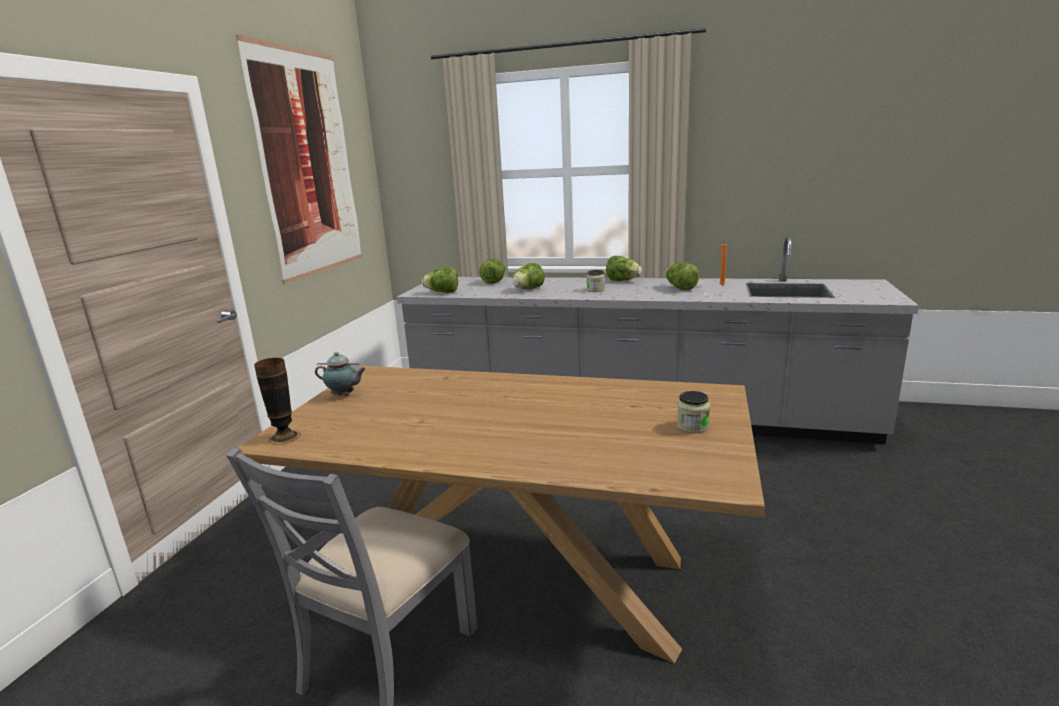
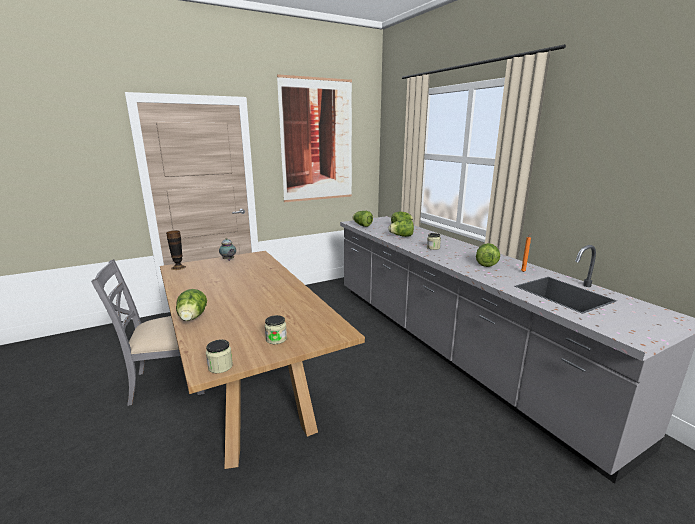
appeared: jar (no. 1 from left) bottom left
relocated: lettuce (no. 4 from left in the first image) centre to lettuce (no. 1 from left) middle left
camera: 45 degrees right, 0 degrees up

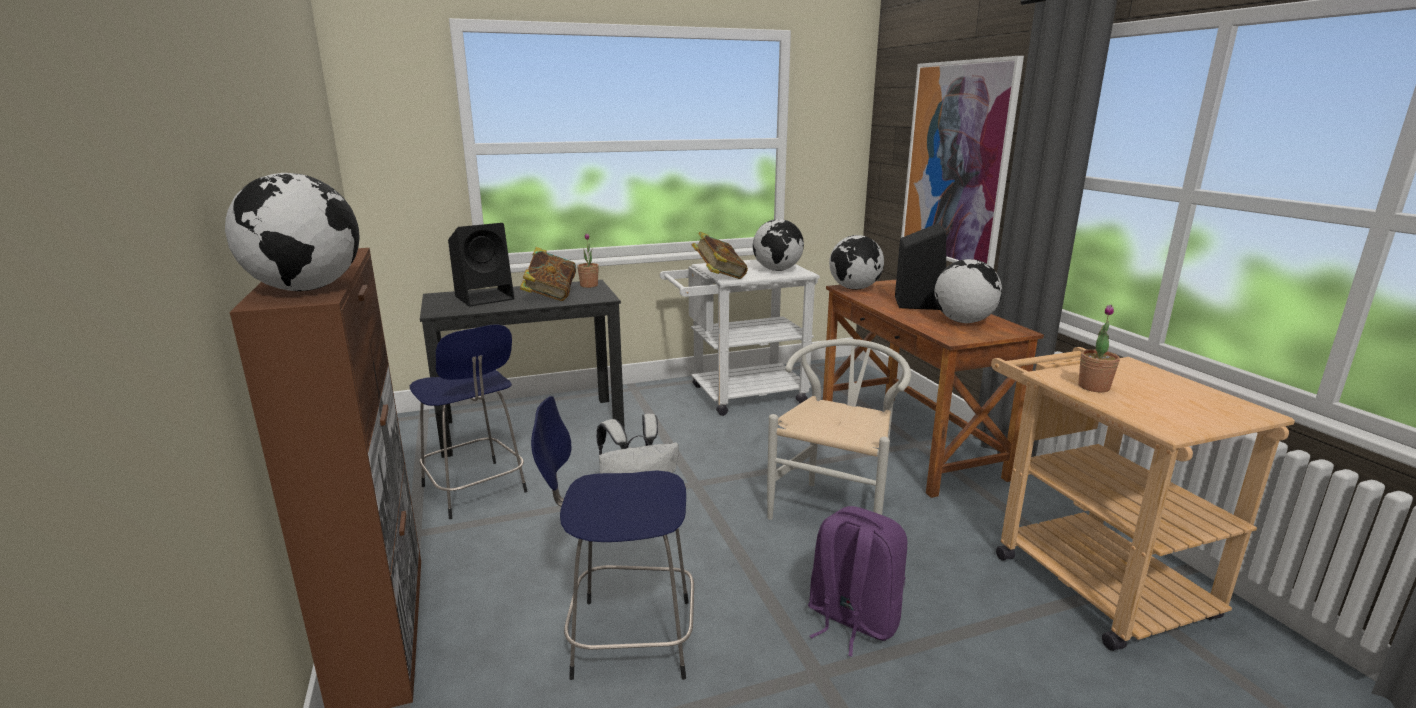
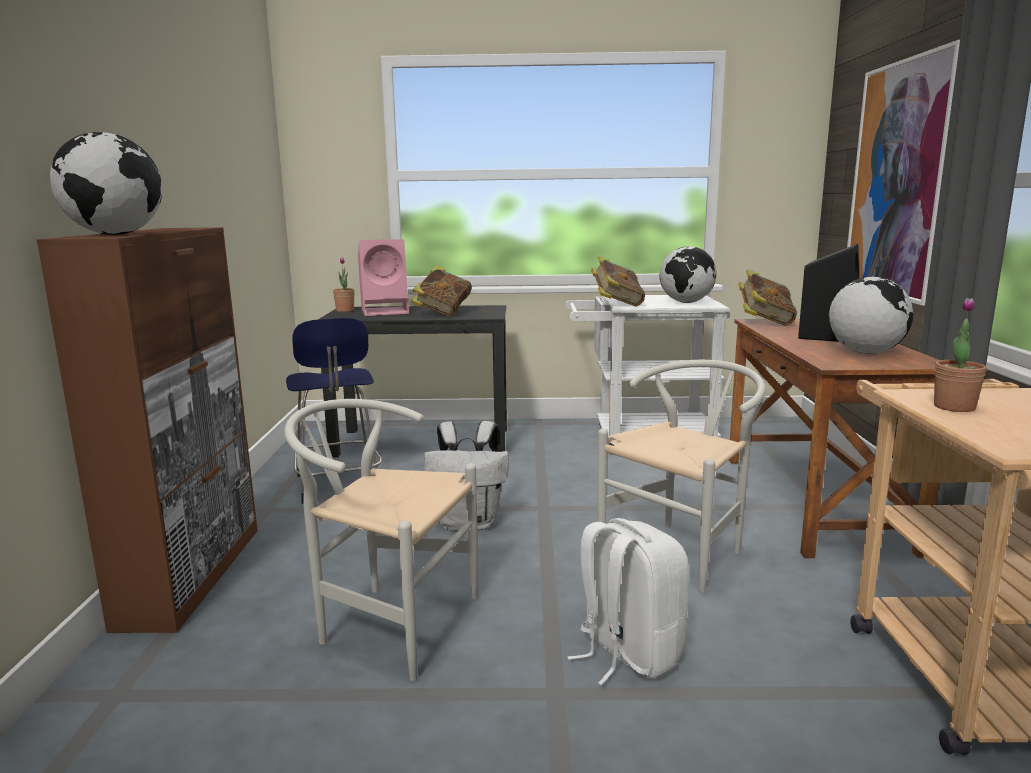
relocated: potted plant (no. 1 from left) centre to middle left
exchanged: stool (blue) (no. 2 from left) bottom centre to chair (white) (no. 1 from left) bottom centre; globe (no. 3 from left) centre to book (no. 3 from left) middle right
colour: speaker (black) (no. 1 from left) centre to speaker (pink) centre; backpack (purple) bottom centre to backpack (white) (no. 2 from left) bottom centre
camera: 20 degrees right, 5 degrees down

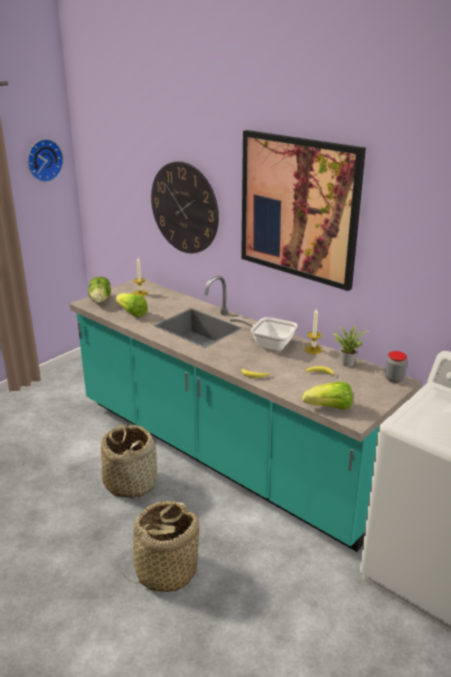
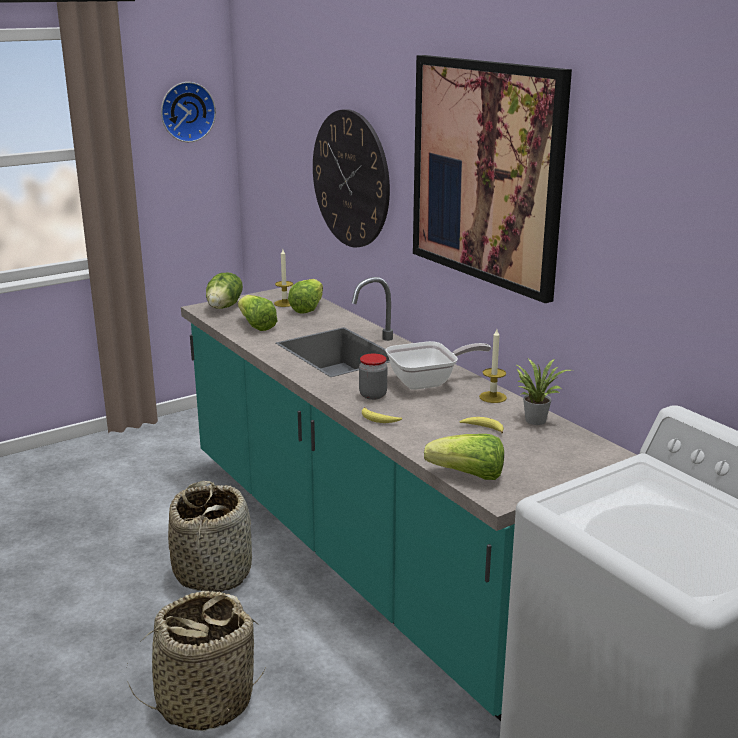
appeared: lettuce (no. 3 from left) centre
relocated: jar middle right to centre
spun: frying pan centre = centre 120 degrees clockwise
camera: 15 degrees right, 5 degrees down

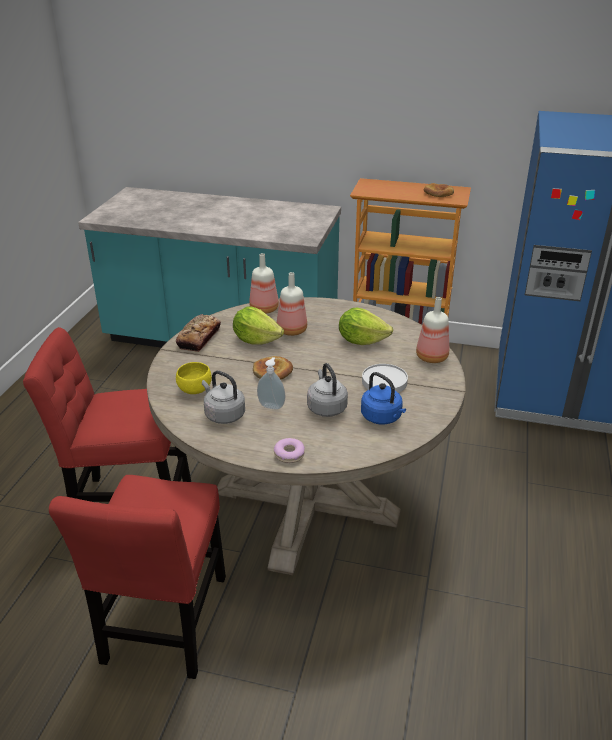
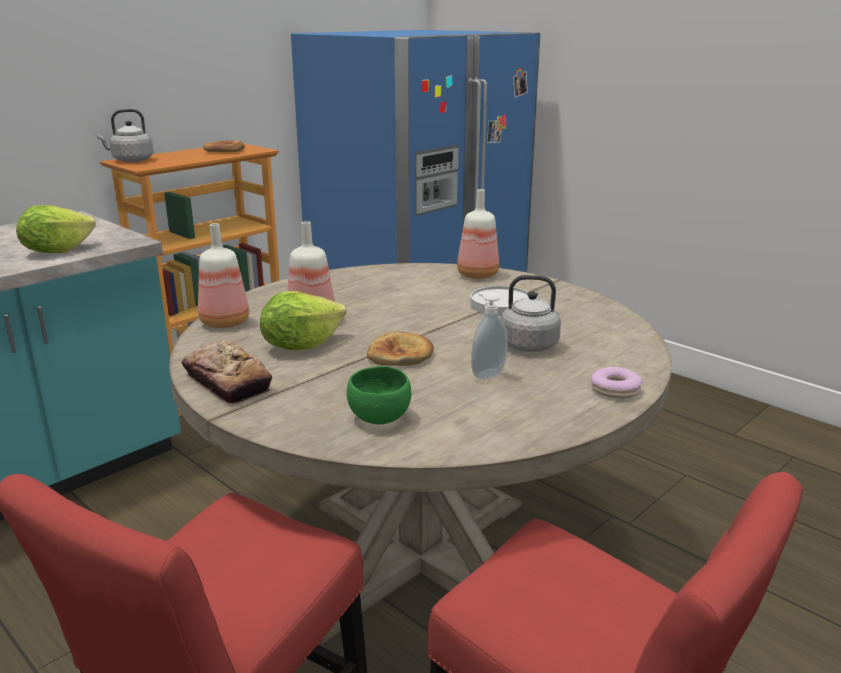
missing: kettle (blue) centre
relocated: kettle (grey) (no. 1 from left) centre to top left; lettuce (no. 2 from left in the first image) centre to lettuce (no. 1 from left) middle left
colour: bowl (yellow) middle left to bowl (green) centre
camera: 60 degrees left, 10 degrees down

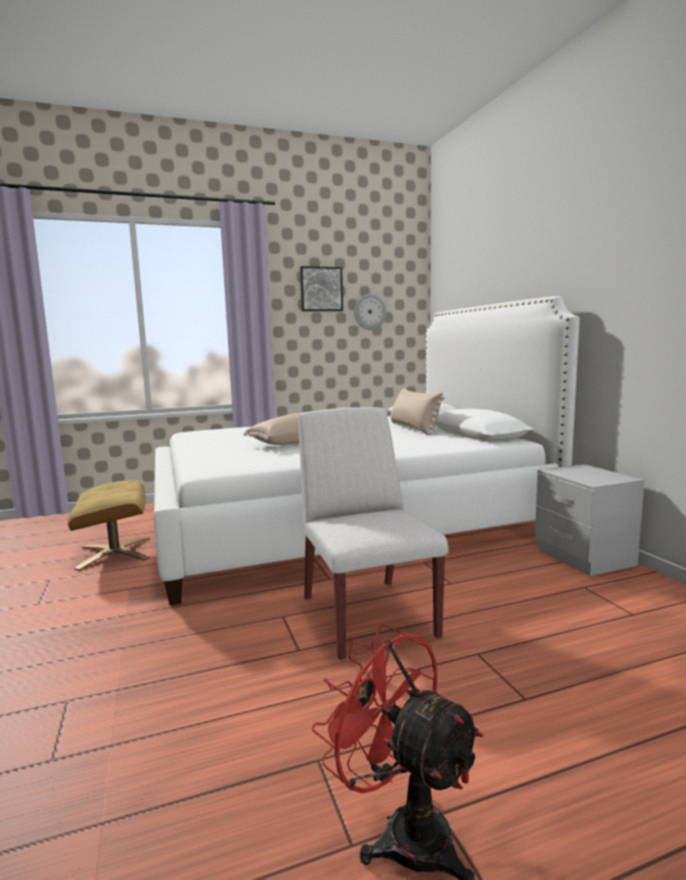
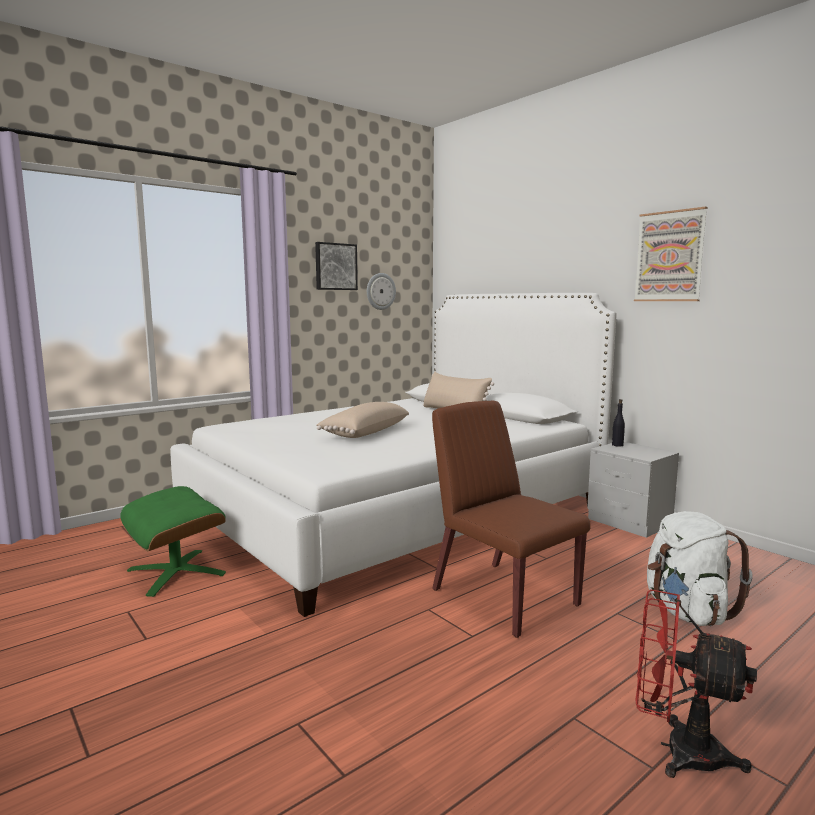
appeared: bottle (black) middle right; picture (no. 2 from left) top right; backpack (white) bottom right
colour: ottoman (beige) middle left to ottoman (green) middle left; chair (white) centre to chair (brown) centre
camera: 20 degrees left, 0 degrees up

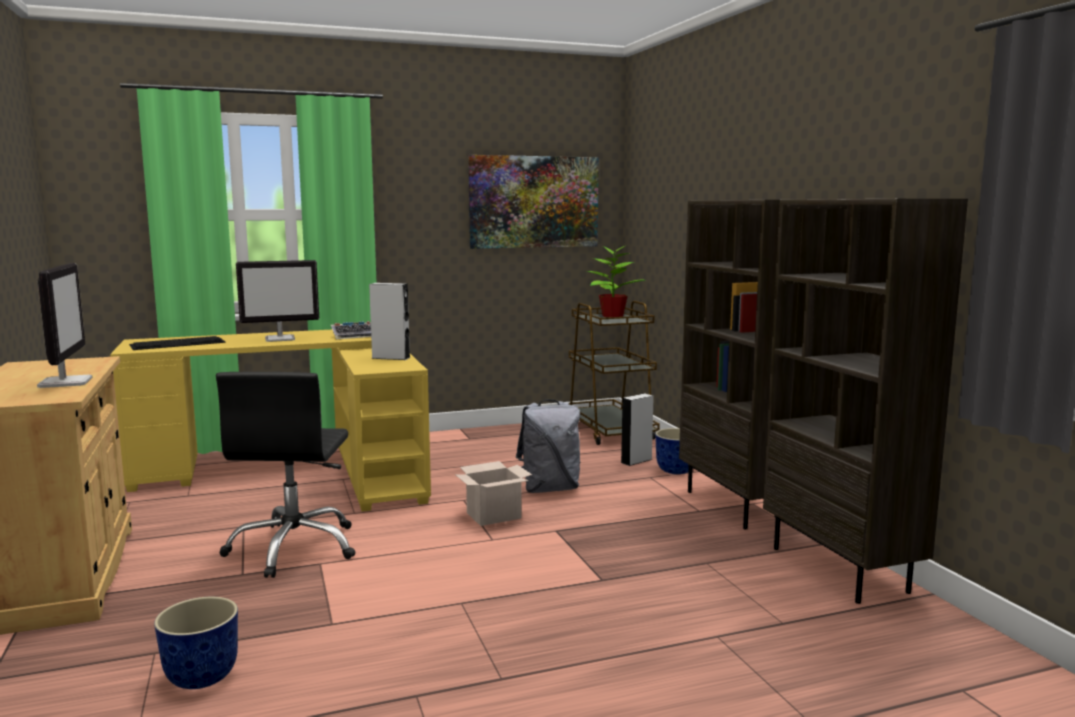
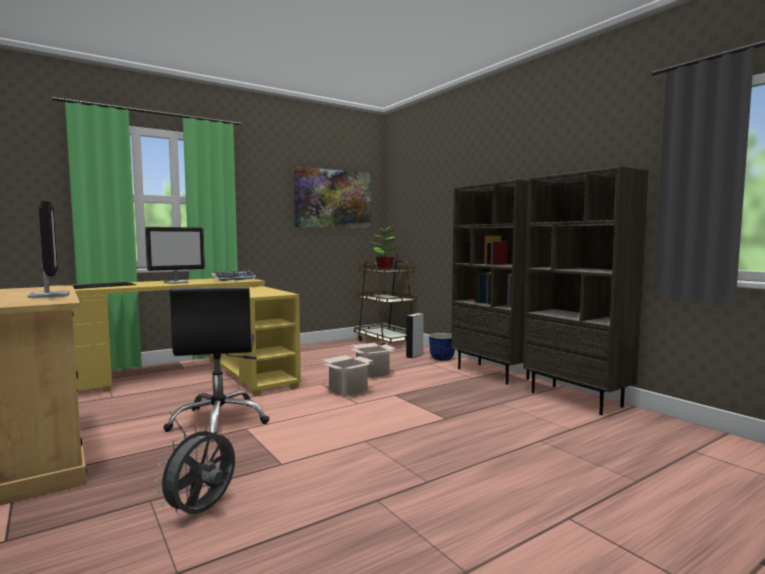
missing: speaker (grey) (no. 1 from left) centre
exchanged: planter (no. 1 from left) bottom left to fan (grey) bottom left; backpack (grey) centre to cardboard box (no. 2 from left) centre
camera: 15 degrees left, 5 degrees down

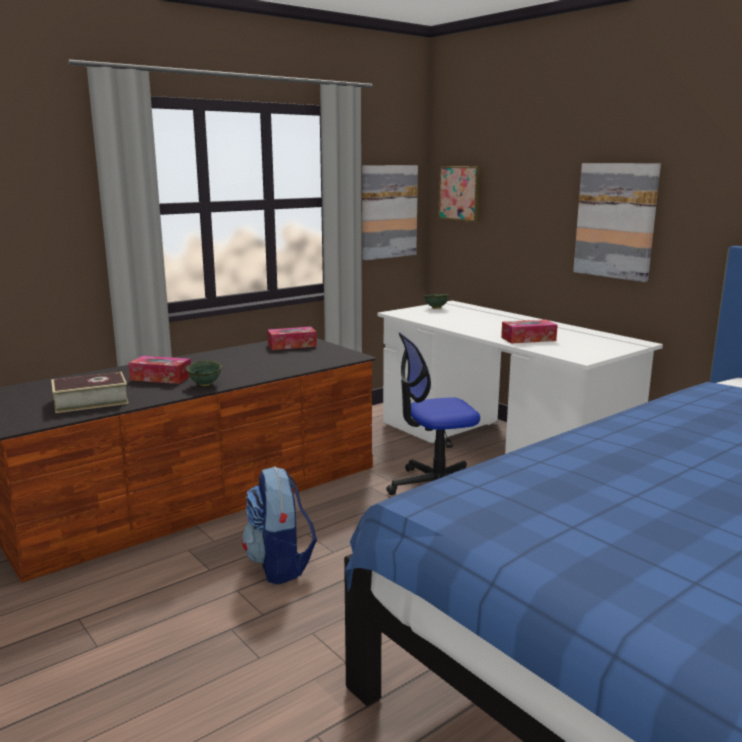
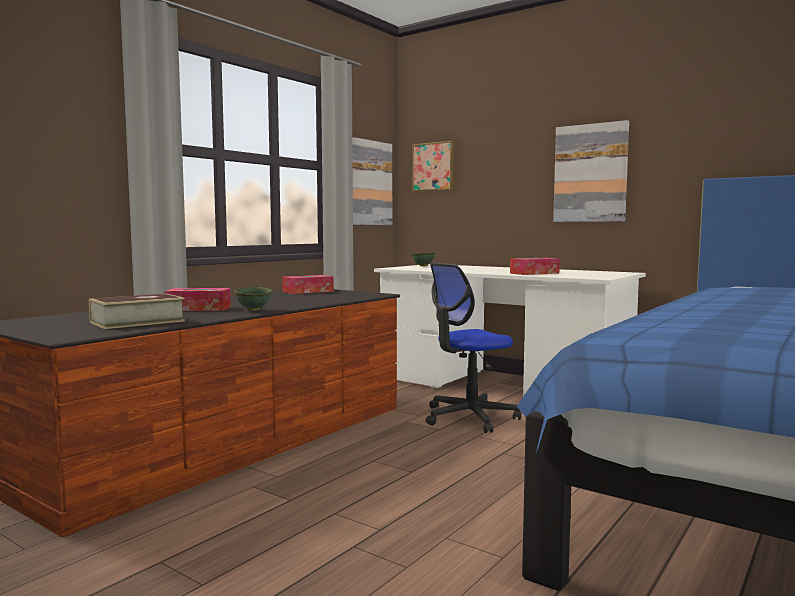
missing: backpack bottom centre
camera: 15 degrees left, 10 degrees down

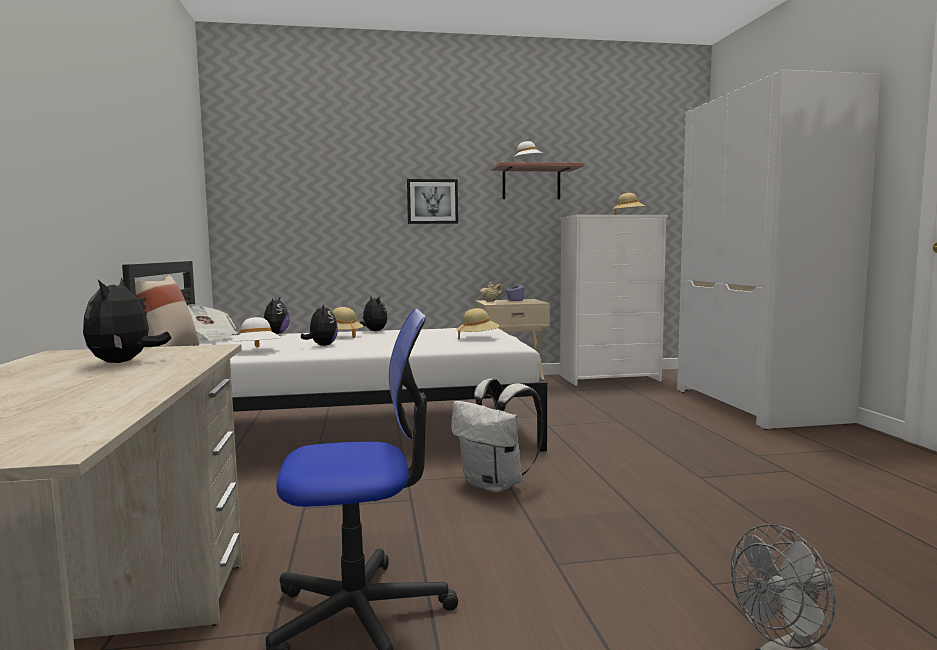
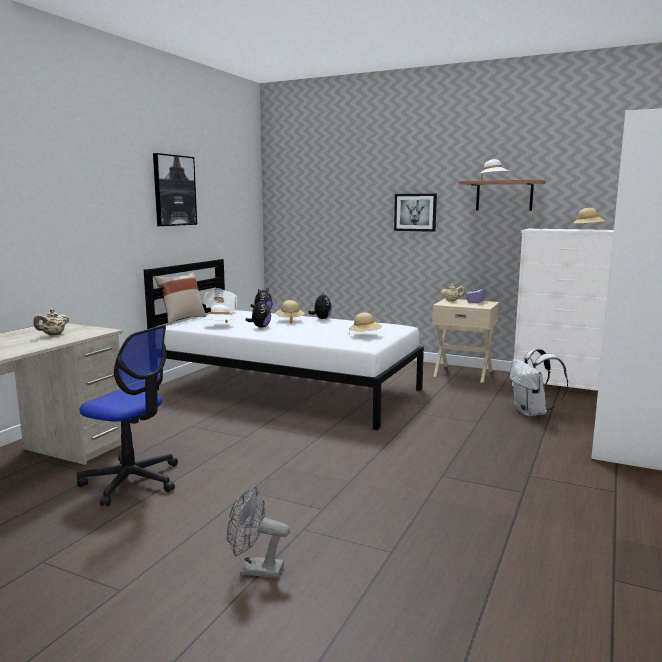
appeared: picture (no. 1 from left) top left
relocated: backpack (white) bottom centre to middle right
exchanged: plush toy (no. 1 from left) middle left to teapot (beige) (no. 1 from left) middle left
camera: 35 degrees right, 5 degrees up

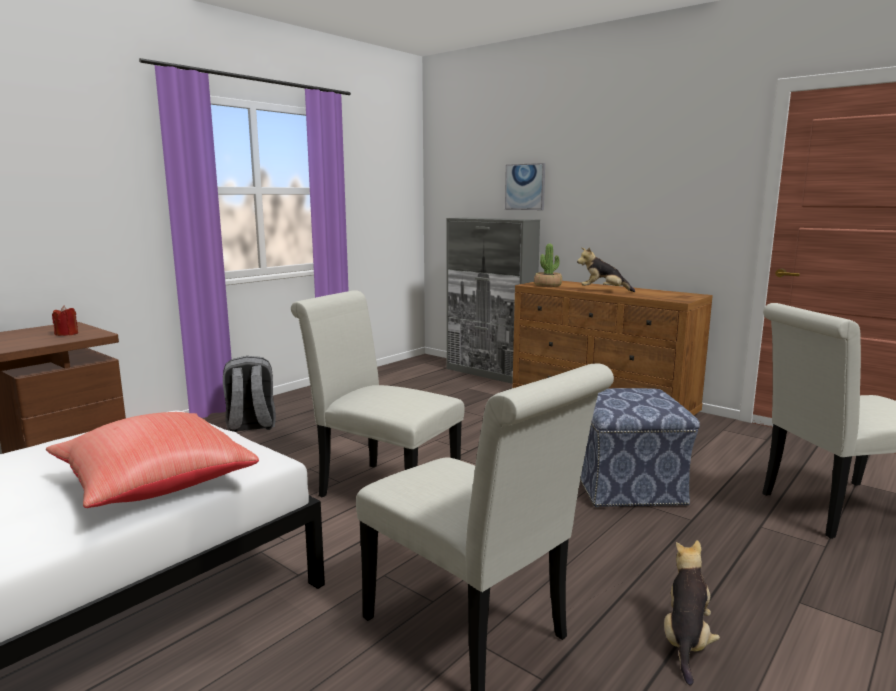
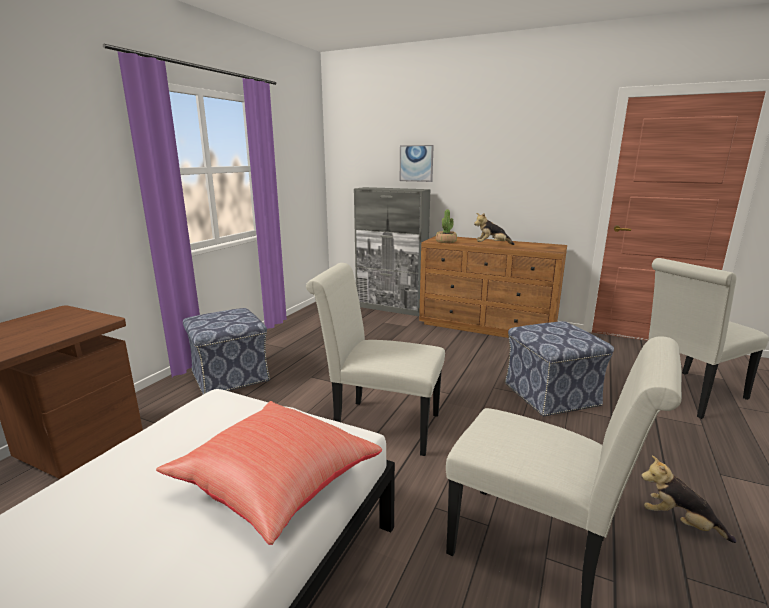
missing: candle (red) middle left
exchanged: backpack (grey) middle left to ottoman (no. 1 from left) middle left
spun: plush toy (no. 2 from left) bottom right = bottom right 60 degrees counterclockwise
camera: 15 degrees left, 5 degrees up

